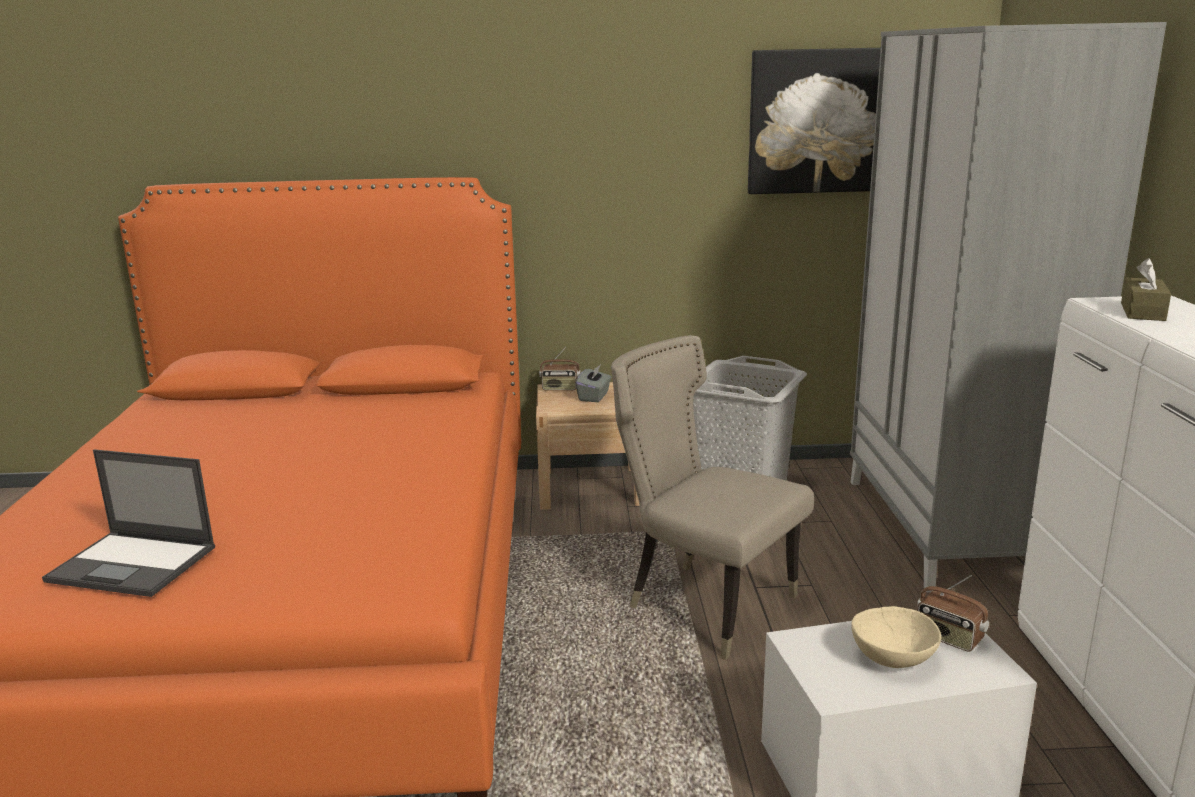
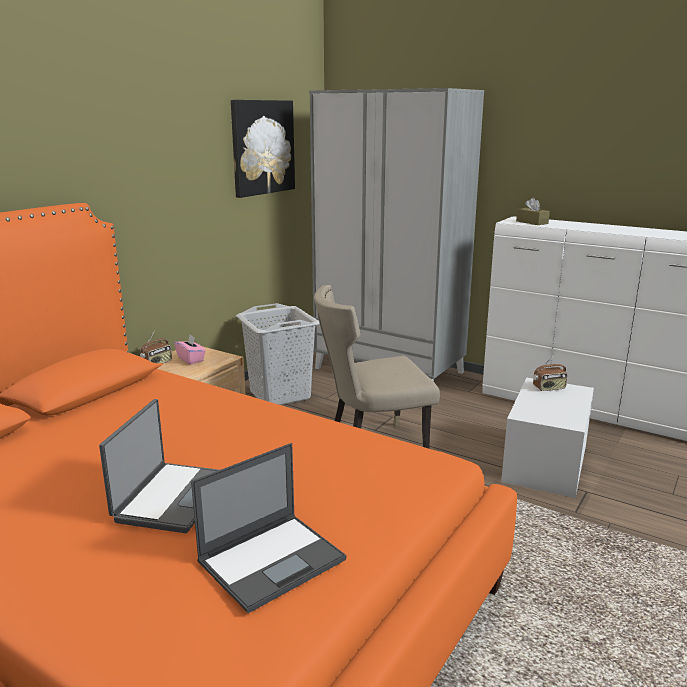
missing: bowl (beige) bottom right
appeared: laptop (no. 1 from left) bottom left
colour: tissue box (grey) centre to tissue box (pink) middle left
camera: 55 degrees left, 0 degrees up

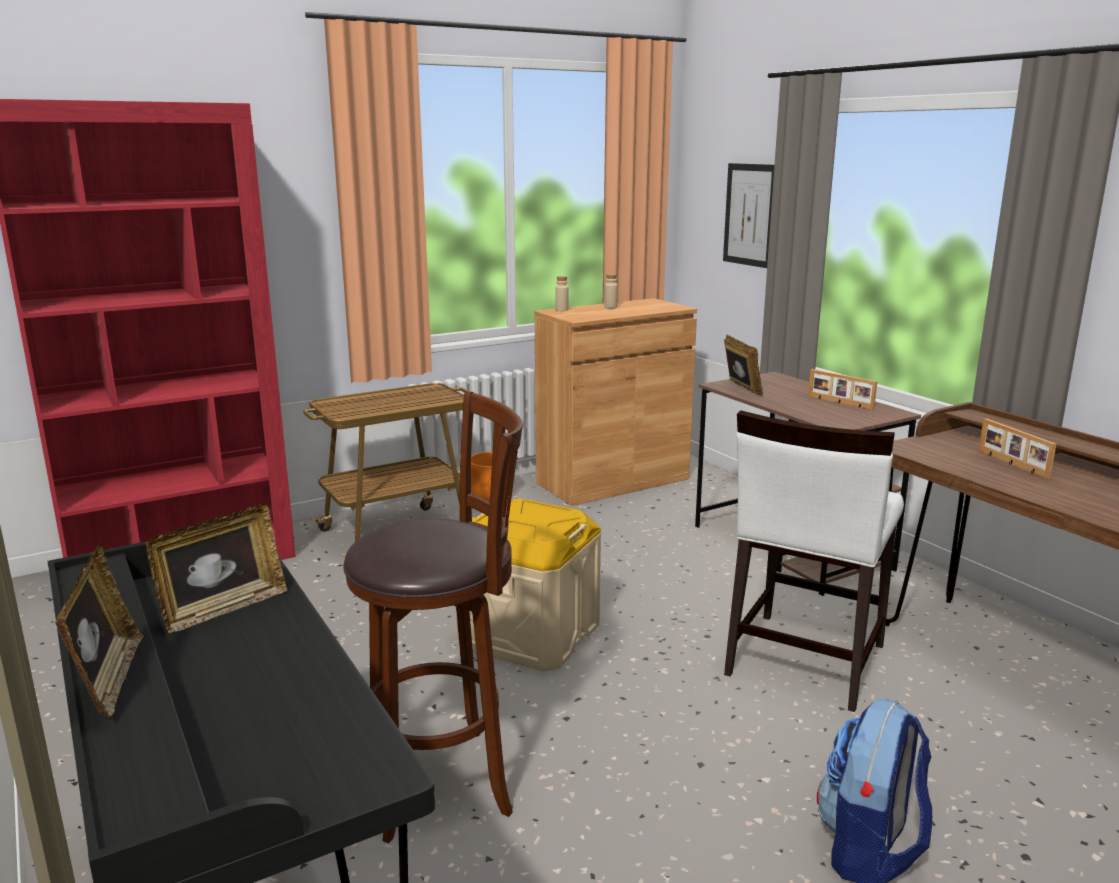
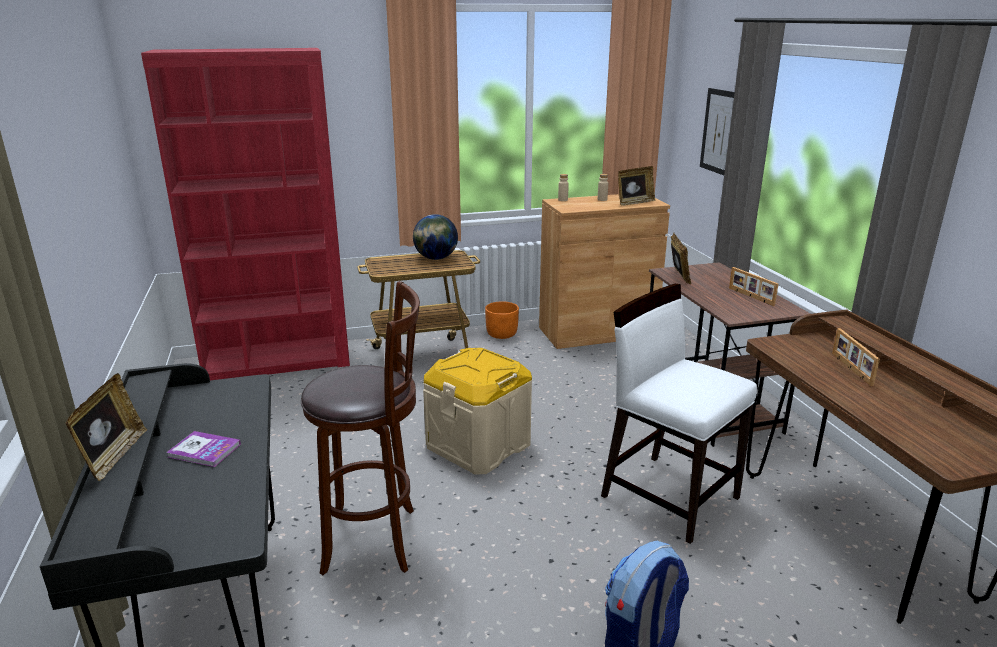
appeared: book bottom left; globe centre
relocated: picture frame (no. 2 from left) middle left to top centre
spun: chair (white) middle right = middle right 90 degrees clockwise
camera: 15 degrees right, 5 degrees up

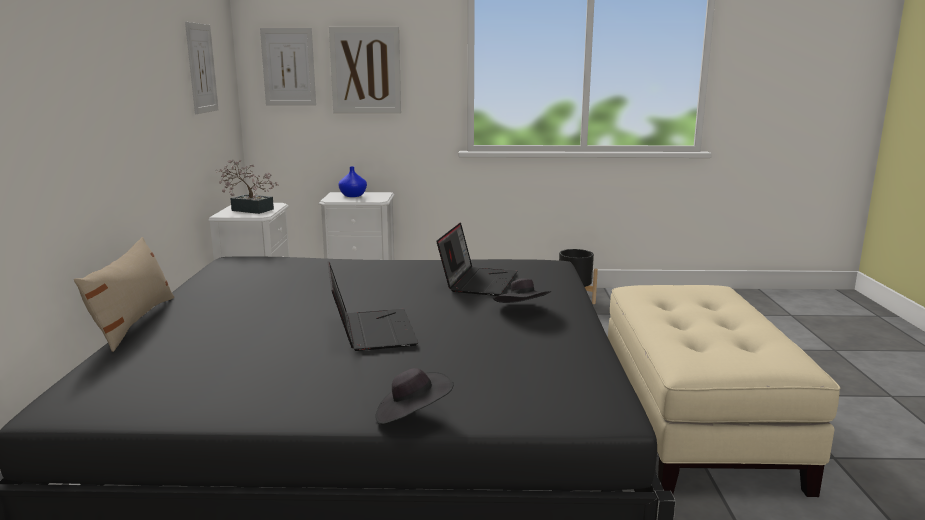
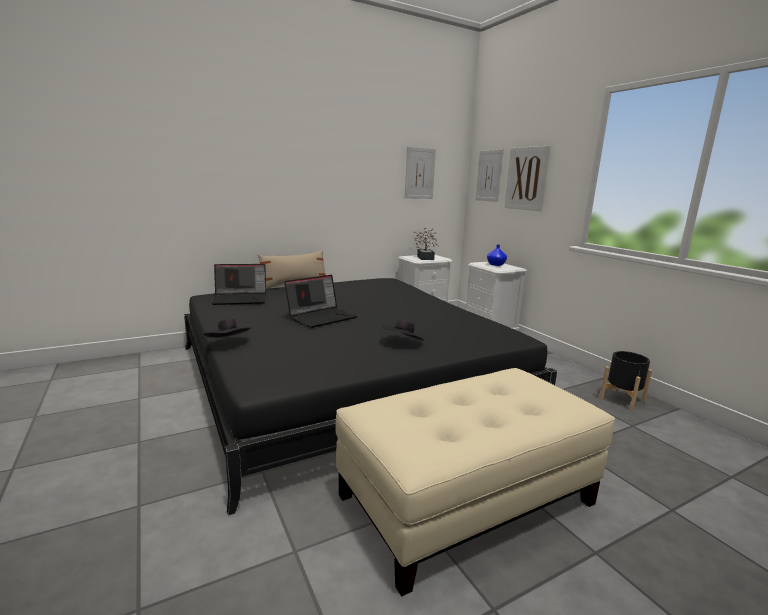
relocated: laptop (no. 2 from left in the first image) centre to laptop (no. 1 from left) middle left
camera: 60 degrees right, 0 degrees up

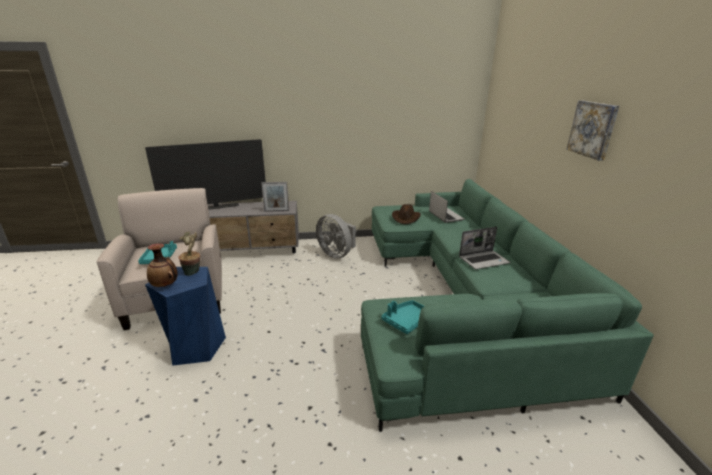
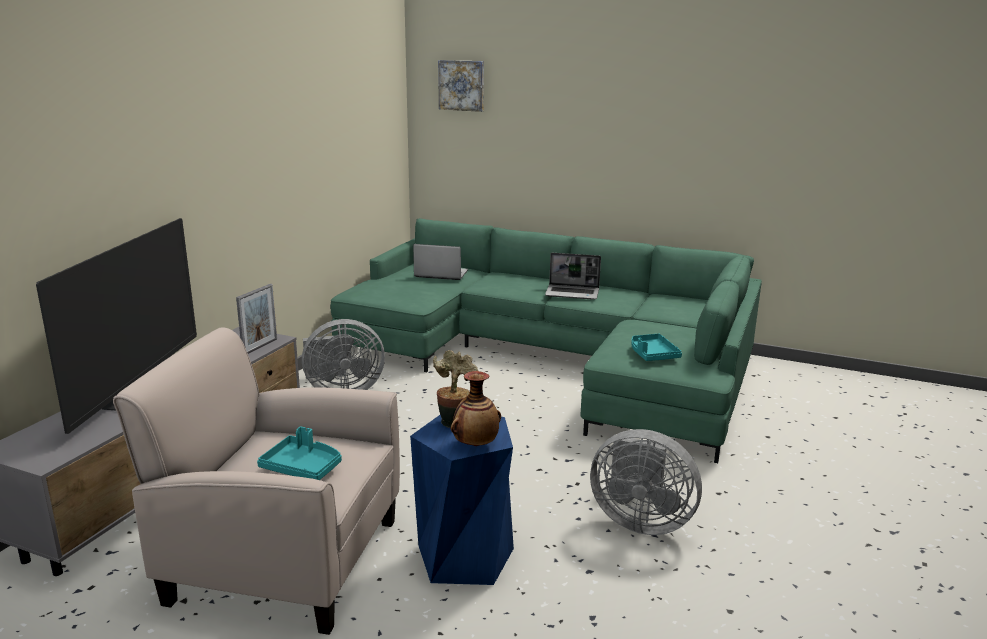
missing: hat (brown) centre
appeared: fan (grey) (no. 2 from left) bottom centre
relocated: picture top right to top centre
spun: laptop (no. 2 from left) middle right = centre 90 degrees clockwise
camera: 60 degrees left, 5 degrees down

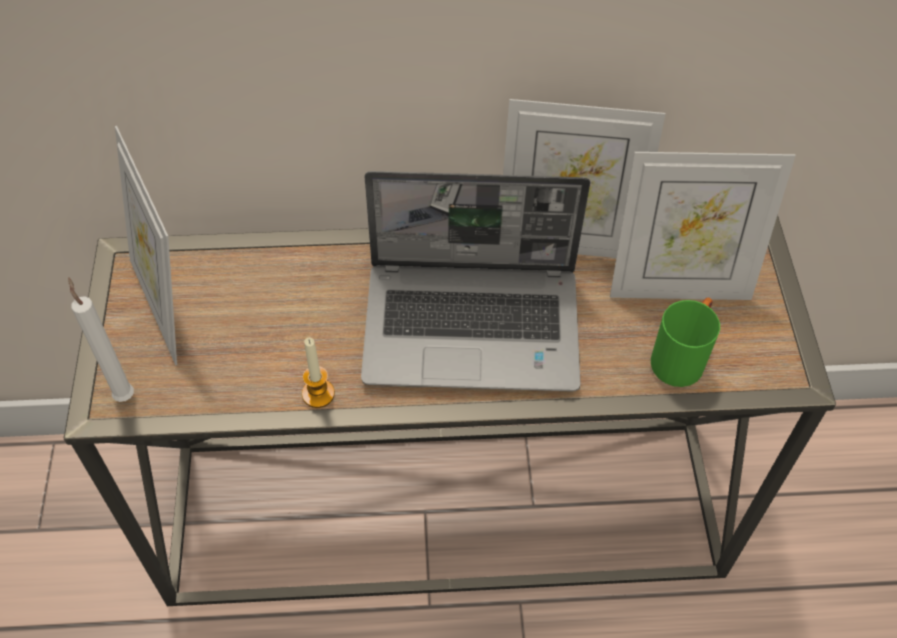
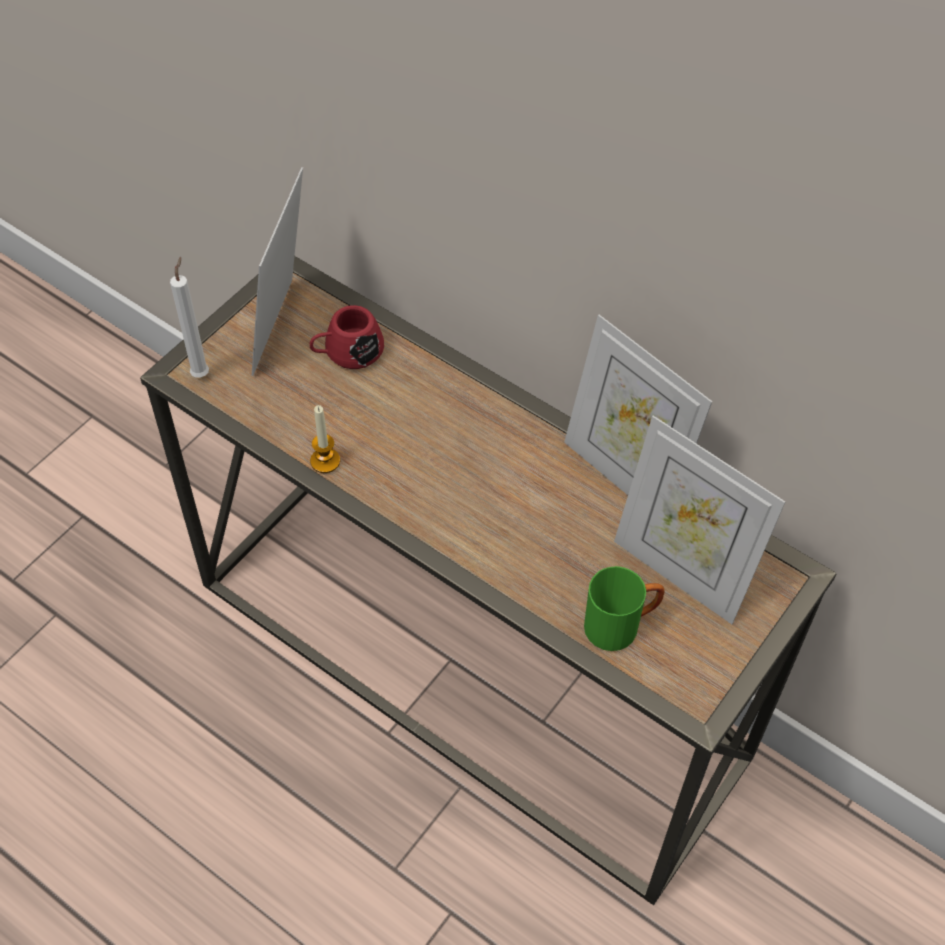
missing: laptop centre
appeared: mug (red) centre
camera: 40 degrees right, 0 degrees up

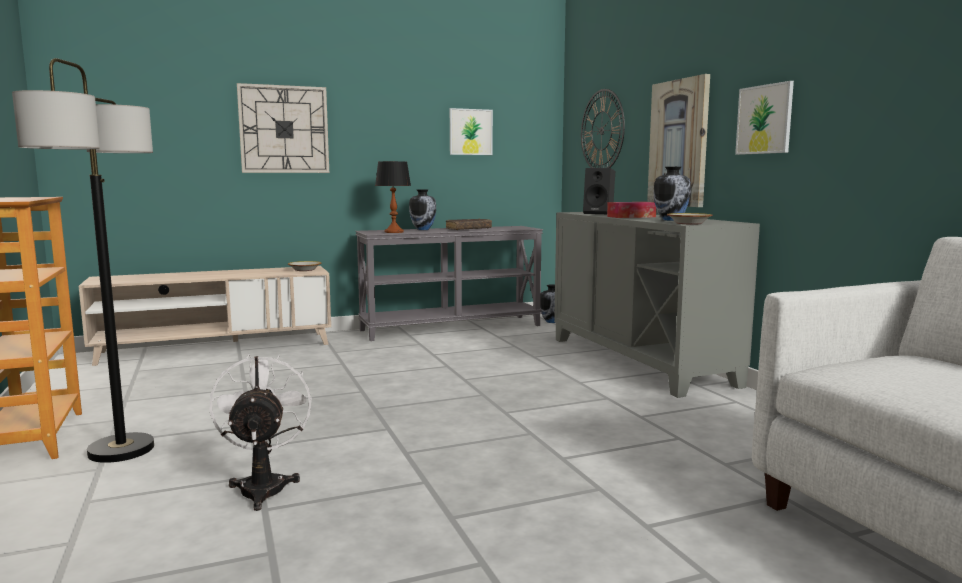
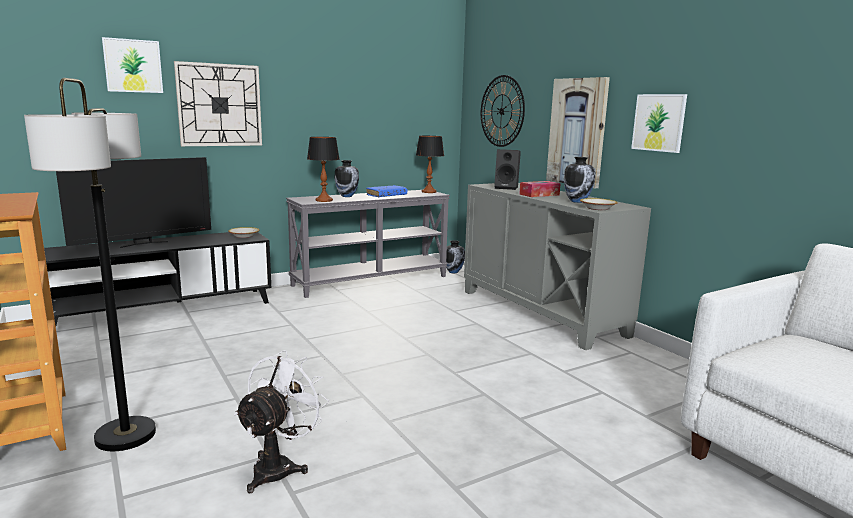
appeared: television middle left; table lamp (no. 2 from left) top centre
relocated: picture (no. 1 from left) top centre to top left
colour: tv stand (beige) middle left to tv stand (black) middle left; book (brown) centre to book (blue) centre
spun: fan (white) bottom left = bottom left 45 degrees clockwise
camera: 10 degrees left, 5 degrees up

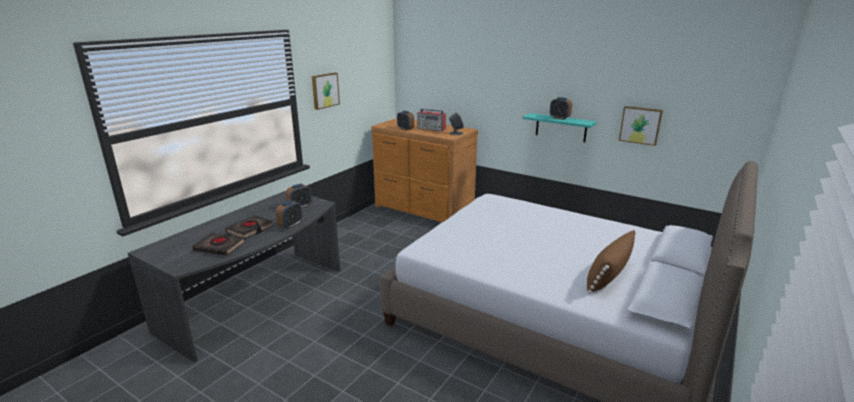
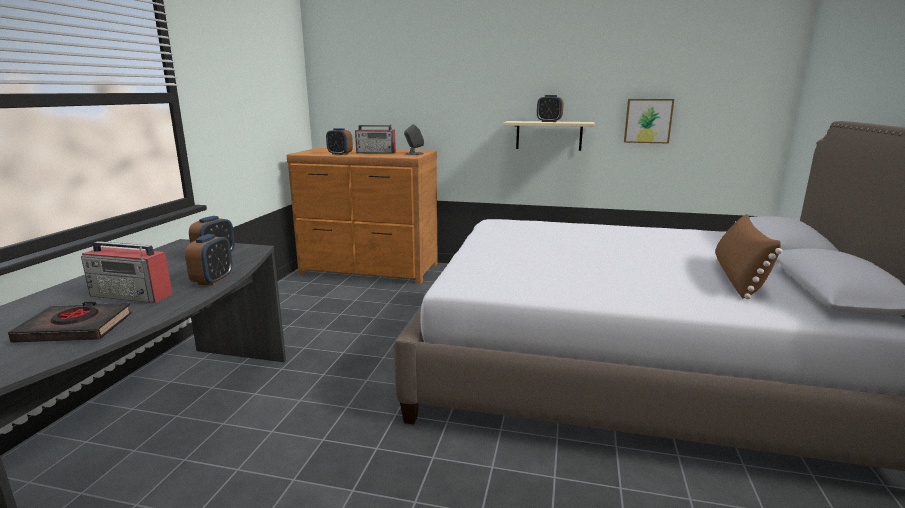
missing: picture (no. 1 from left) top centre
exchanged: book (black) (no. 2 from left) middle left to radio (no. 1 from left) middle left
colour: shelf (turquoise) top centre to shelf (beige) top centre
camera: 20 degrees left, 5 degrees down

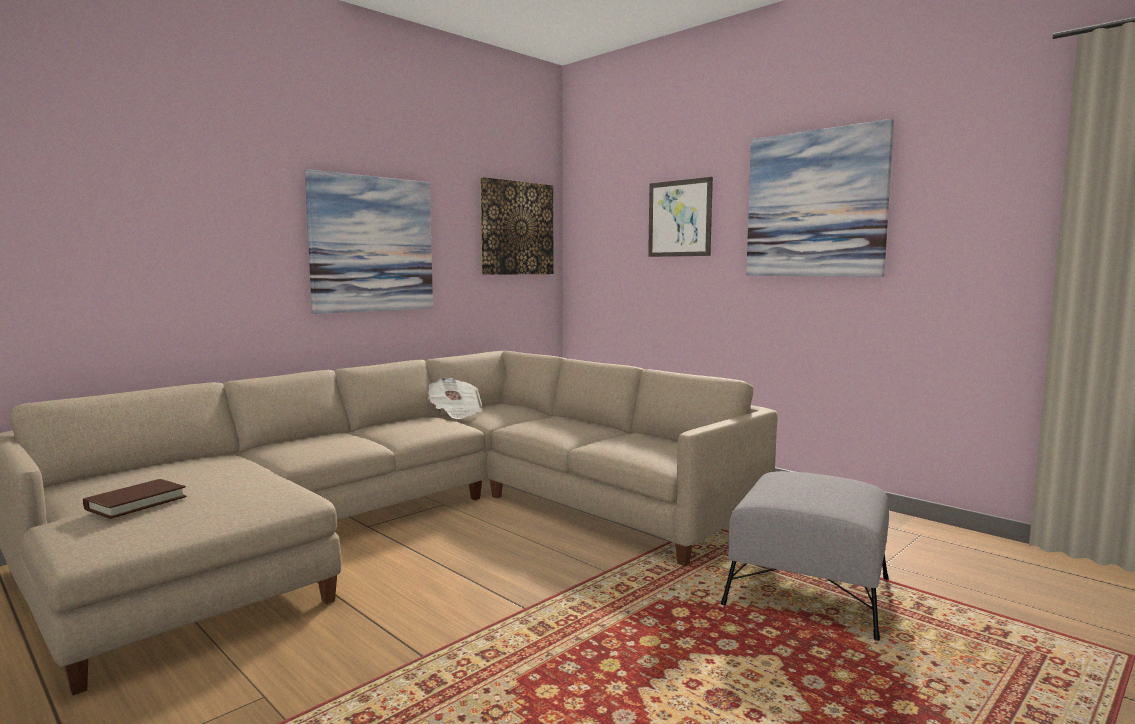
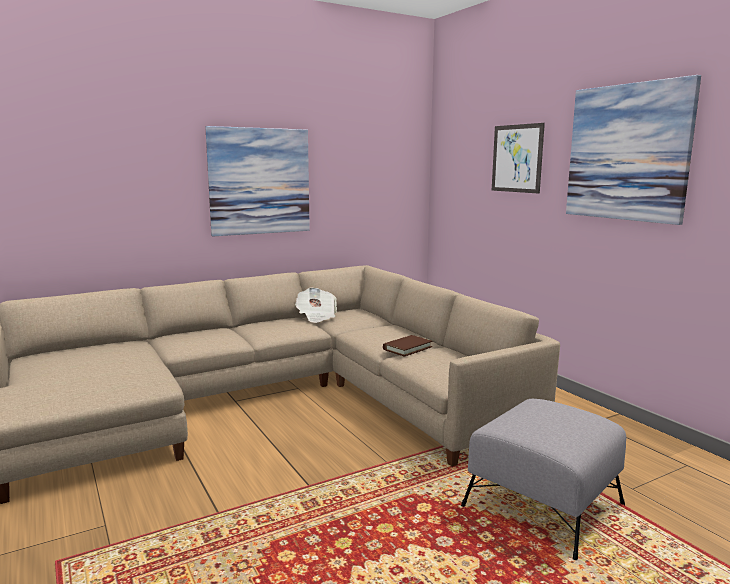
missing: picture (no. 2 from left) top centre
relocated: book (brown) bottom left to centre
camera: 15 degrees right, 5 degrees up

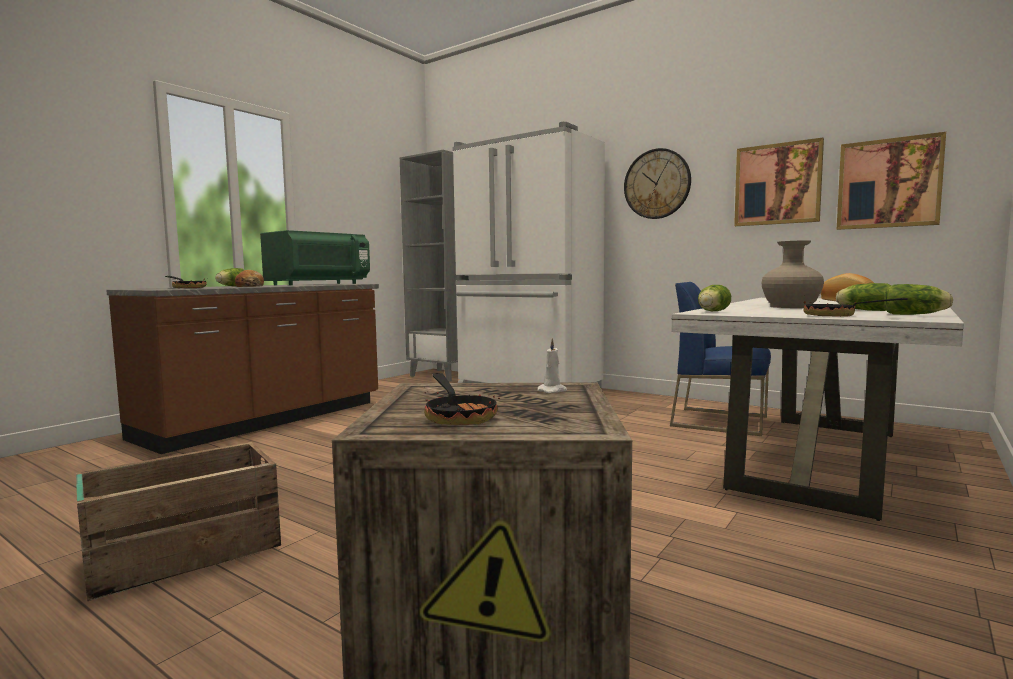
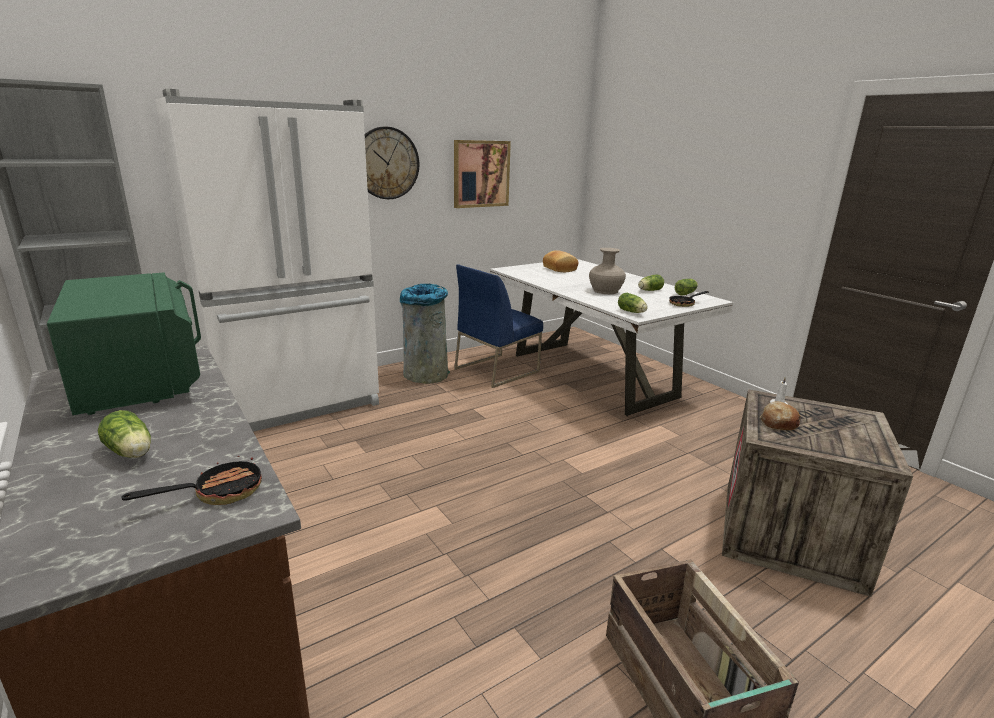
missing: frying pan (no. 2 from left) centre; picture (no. 2 from left) top right
appeared: trash can (grey) centre
relocated: bread (no. 1 from left in the first image) middle left to bread (no. 2 from left) middle right
camera: 70 degrees left, 15 degrees up

